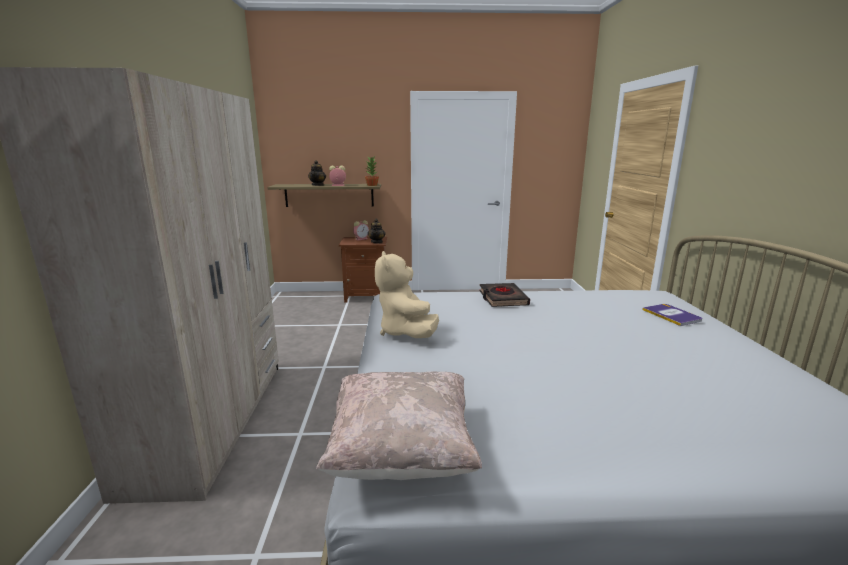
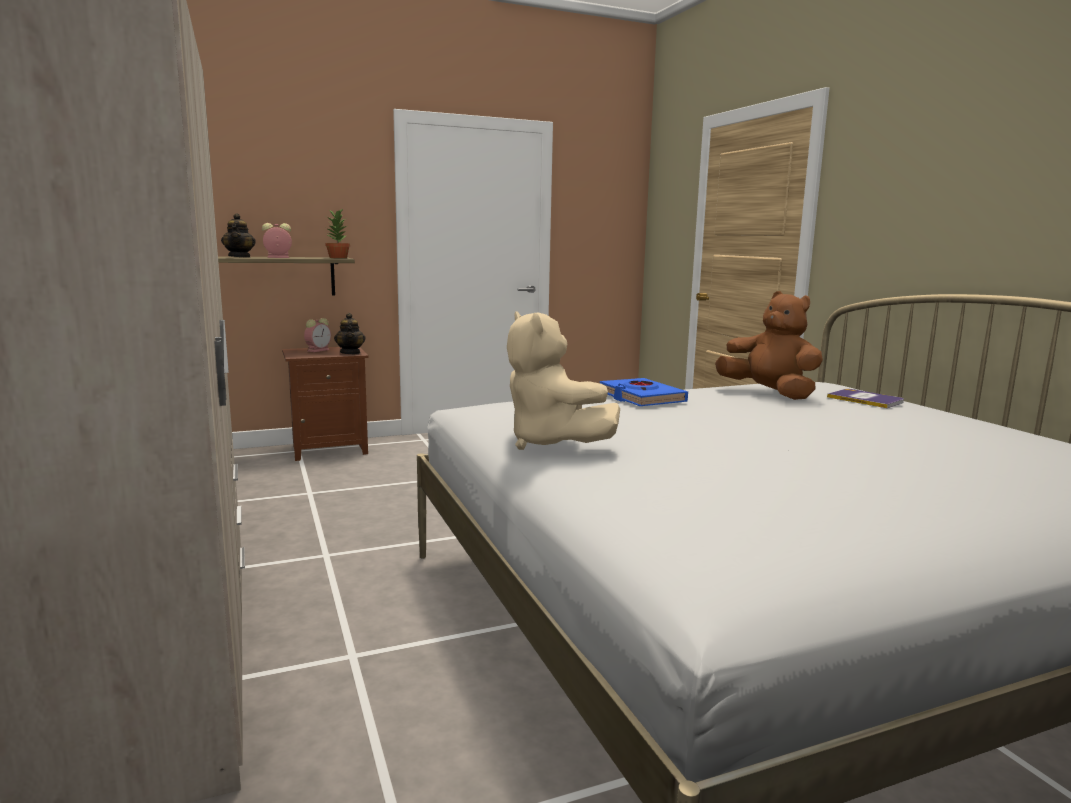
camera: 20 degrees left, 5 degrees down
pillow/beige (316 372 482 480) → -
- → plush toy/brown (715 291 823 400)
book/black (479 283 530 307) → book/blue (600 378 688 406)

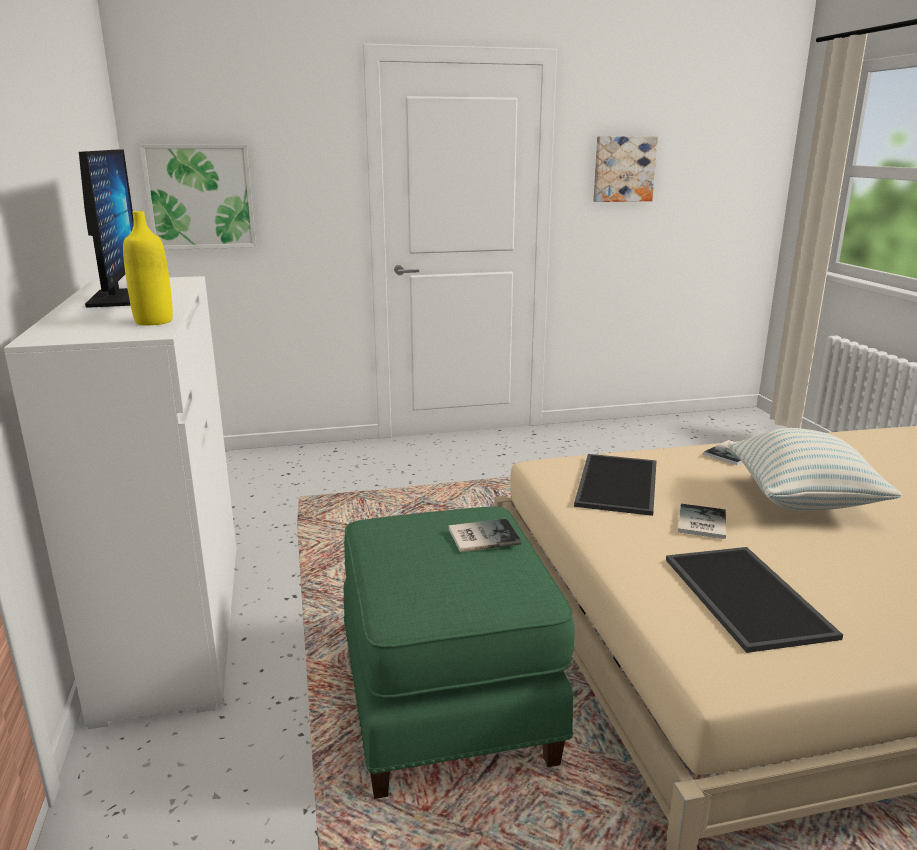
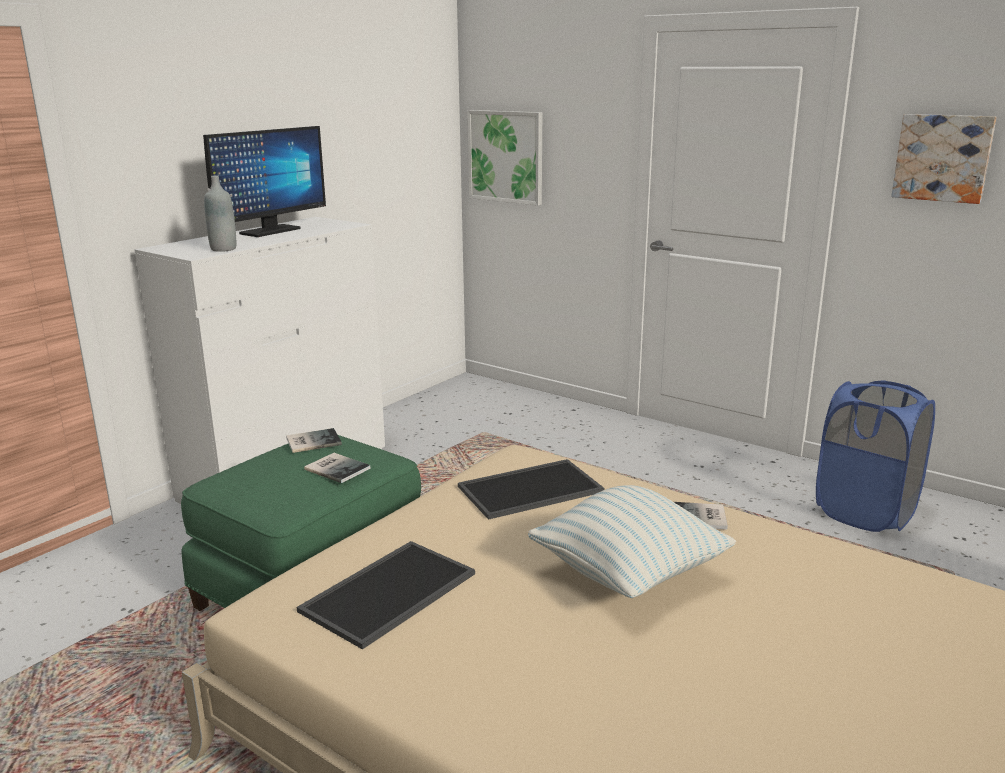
camera: 50 degrees right, 0 degrees up
- → laundry basket/blue (816 380 935 532)
book (678 504 726 539) → book (286 428 342 453), relocated
bottle/yellow (123 211 173 325) → bottle/grey (204 175 236 252)

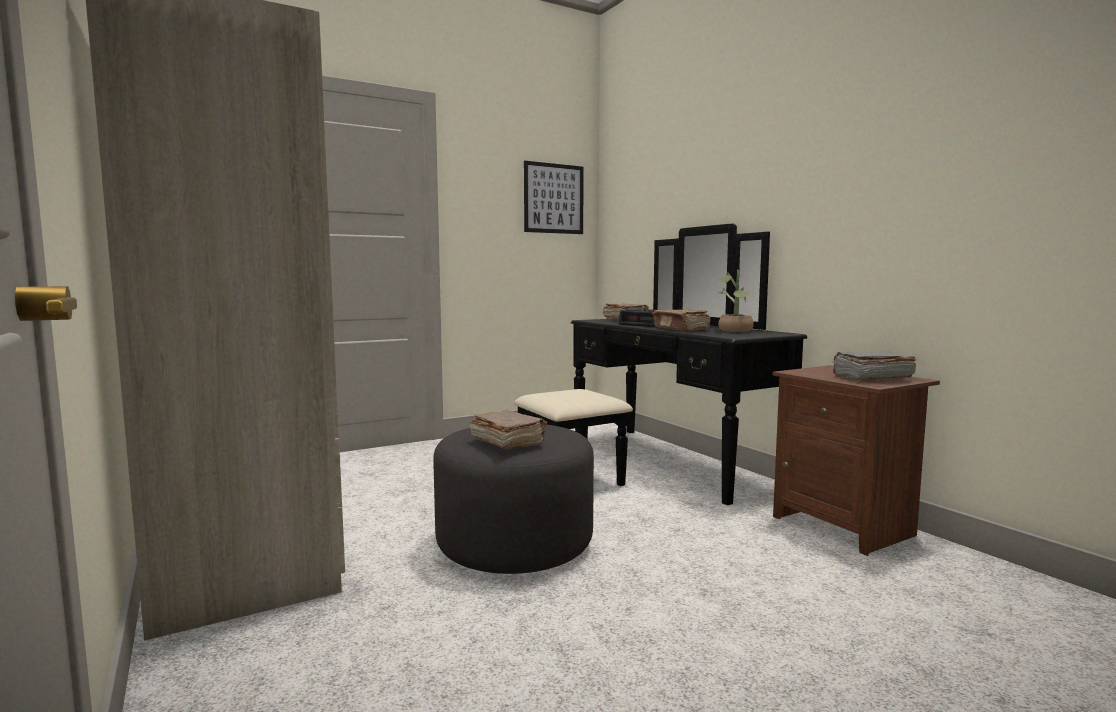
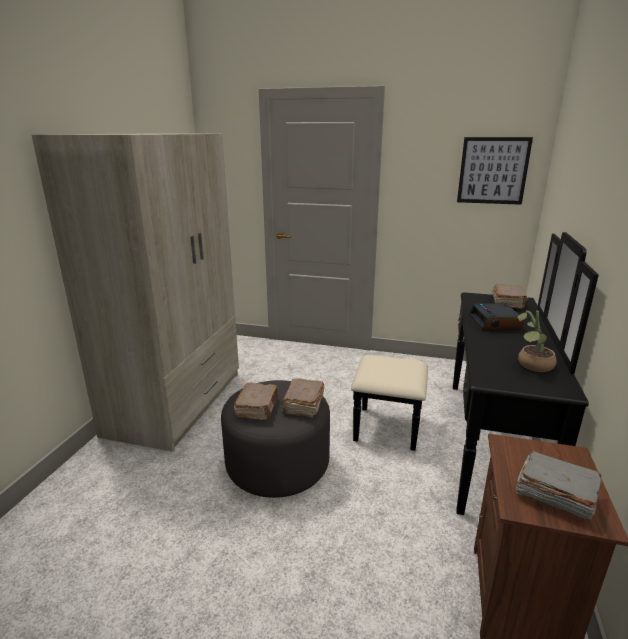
camera: 45 degrees right, 15 degrees up
book/brown (652 310 710 332) → book/brown (283 378 325 418), relocated

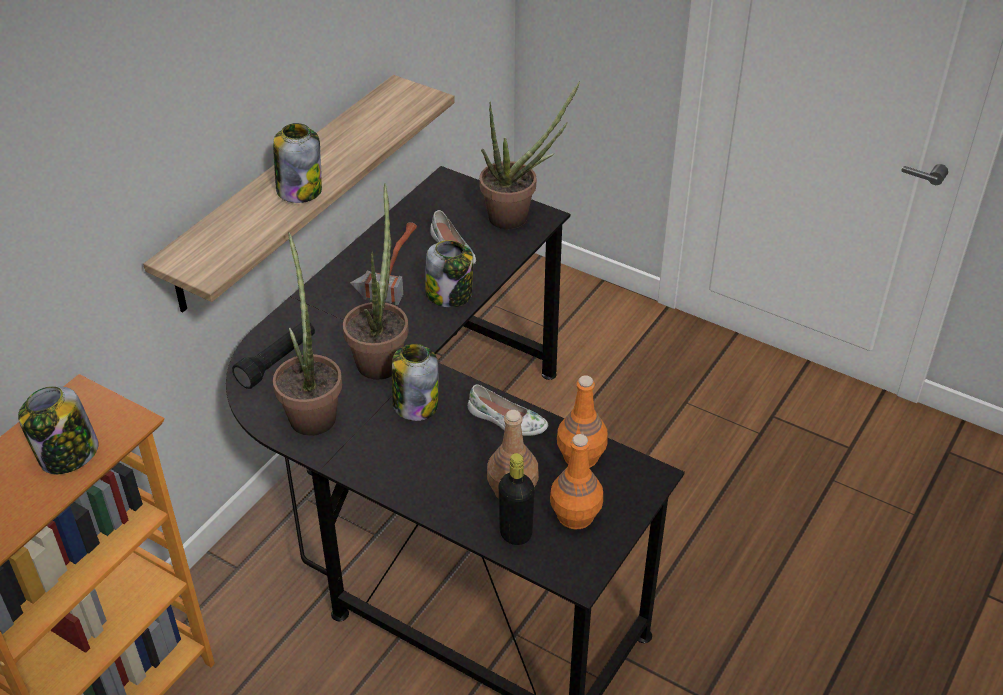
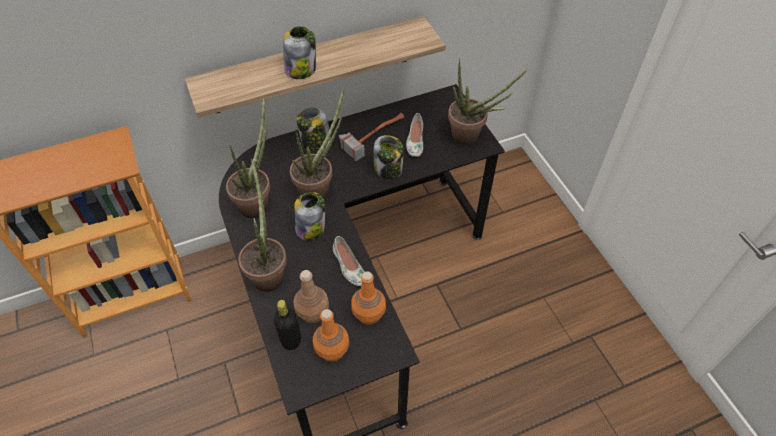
camera: 35 degrees right, 10 degrees up
flashlight/black (232 322 315 389) → -
- → potted plant (238 159 287 292)
jar (18 386 99 474) → jar (297 108 331 151), relocated

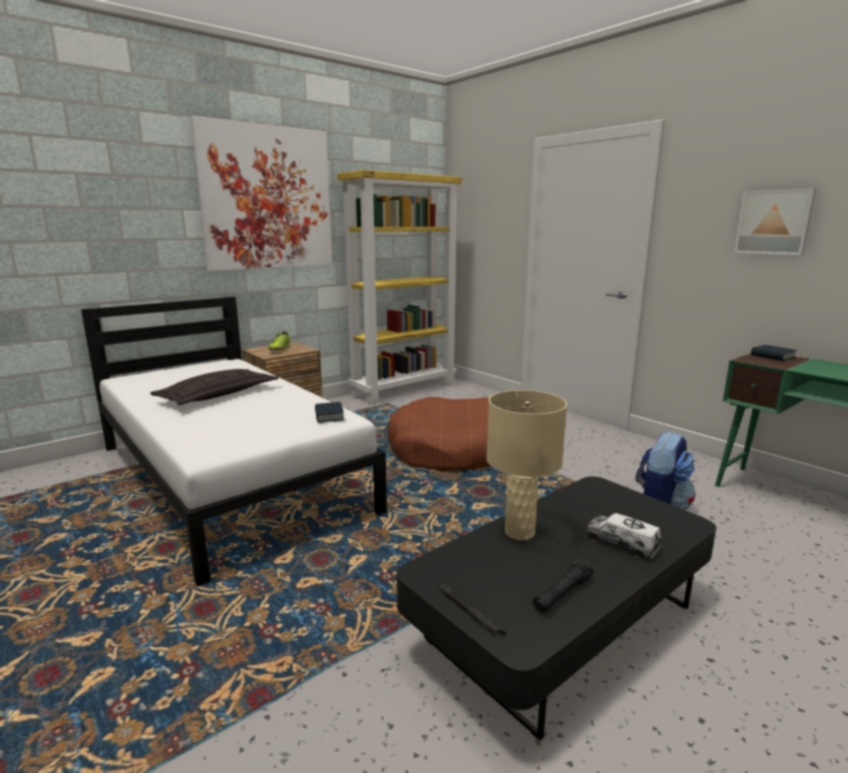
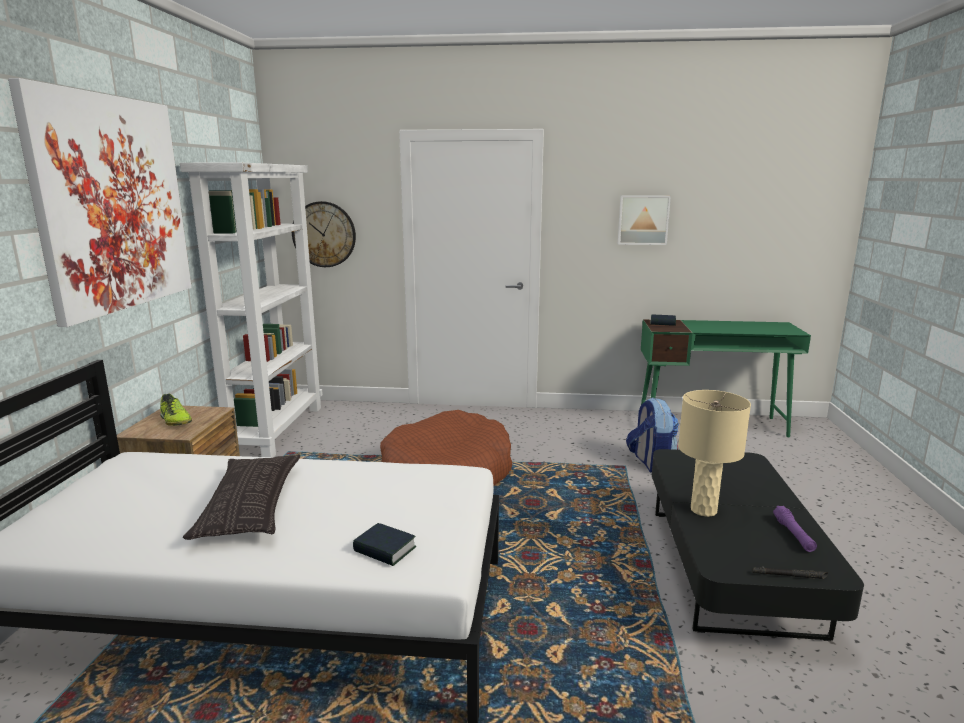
camera: 45 degrees left, 0 degrees up
toy truck (587 513 661 559) → -
- → wall clock (292 201 356 267)
book (315 402 344 423) → book (353 523 416 566), relocated
bookcase/yellow (337 170 462 404) → bookcase/white (180 163 323 457)
flashlight/black (533 558 594 613) → flashlight/purple (773 506 817 552)

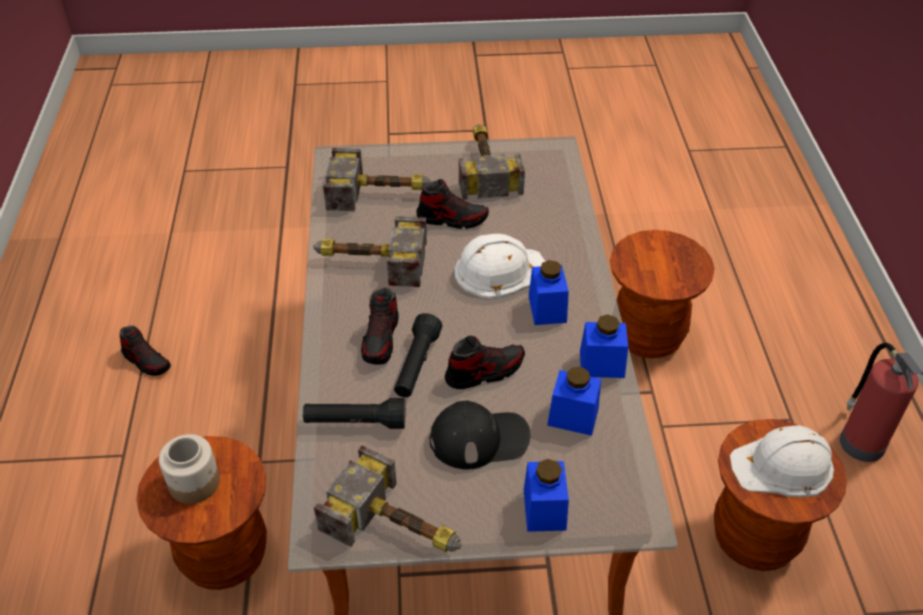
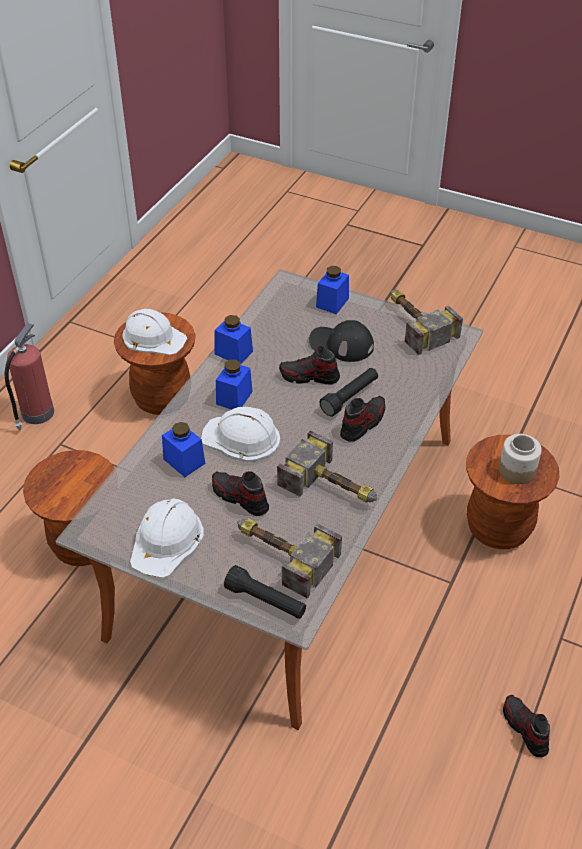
camera: 150 degrees left, 0 degrees up
flashlight/black (303 398 405 429) → flashlight/black (224 565 306 619), relocated
jar/blue (547 367 601 436) → jar/blue (162 422 205 477), relocated
hammer (459 124 525 200) → hard hat/white (130 498 204 578)

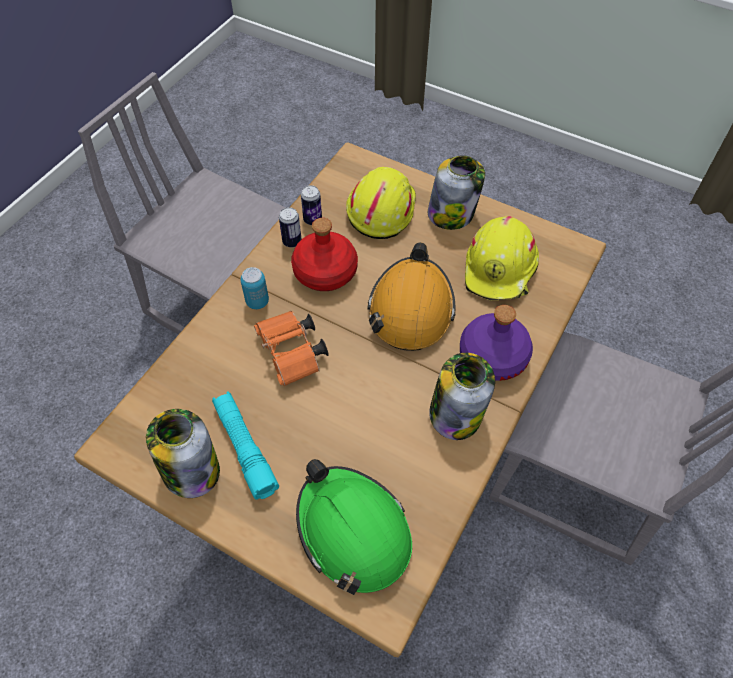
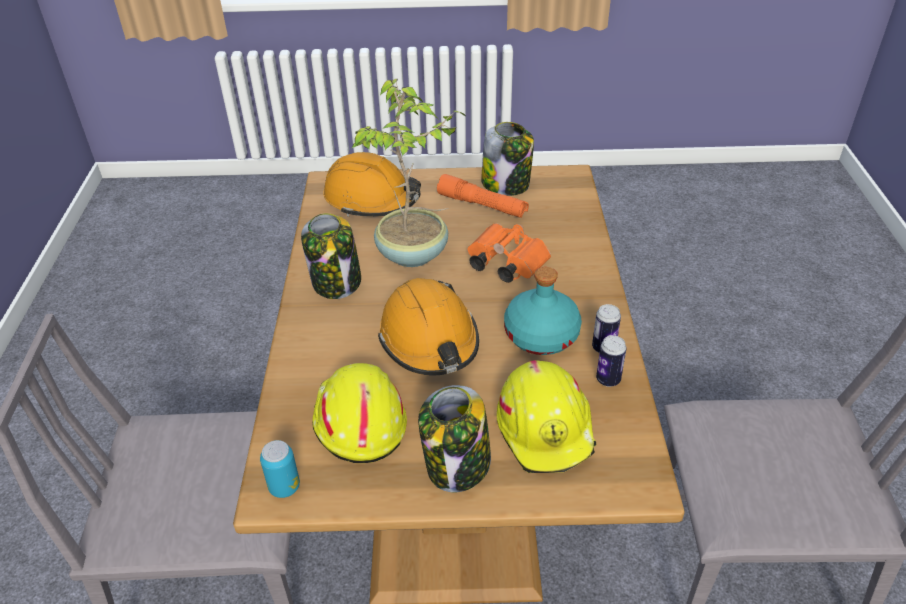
camera: 150 degrees right, 15 degrees down
bottle/purple (460 305 533 381) → -
- → potted plant (351 79 466 267)
can (240 267 269 309) → can (260 440 300 498), relocated
flashlight/turquoise (212 391 279 500) → flashlight/orange (437 174 529 218)
bottle/red (291 218 358 291) → bottle/turquoise (504 267 582 355)
hard hat/green (296 459 412 595) → hard hat/orange (323 152 421 217)

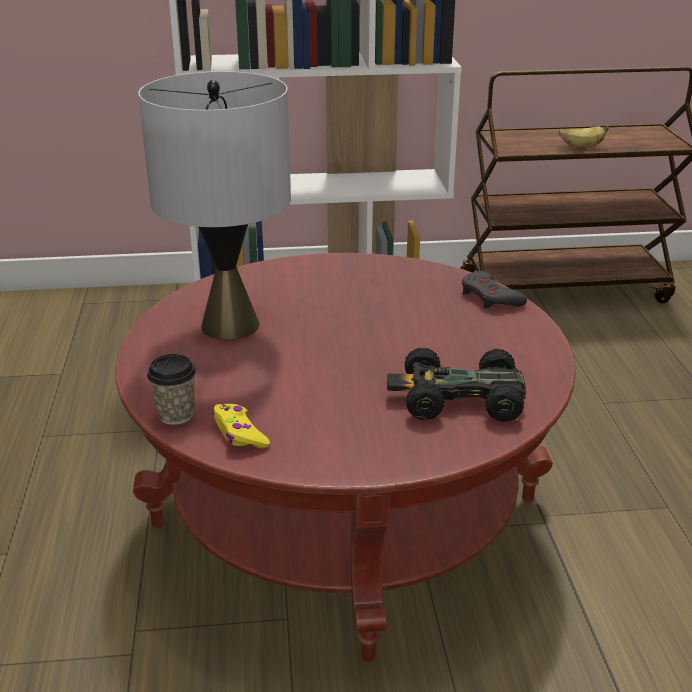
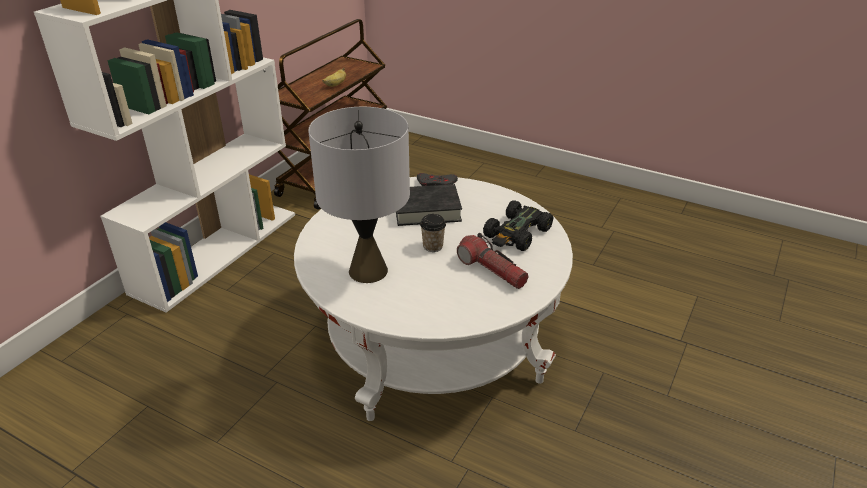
camera: 55 degrees left, 5 degrees up
game controller/yellow (212 404 270 449) → -
- → book/black (396 184 462 226)
- → flashlight (457 233 529 289)
cup (147 354 196 425) → cup (420 214 446 252), relocated
coffee table/red (115 253 576 662) → coffee table/white (294 177 573 421)

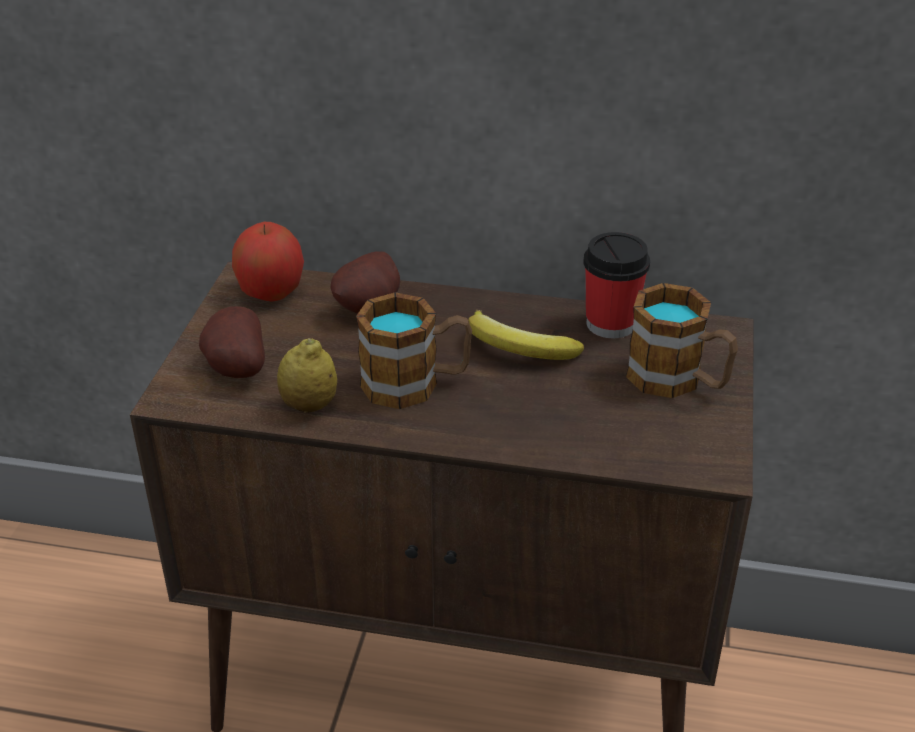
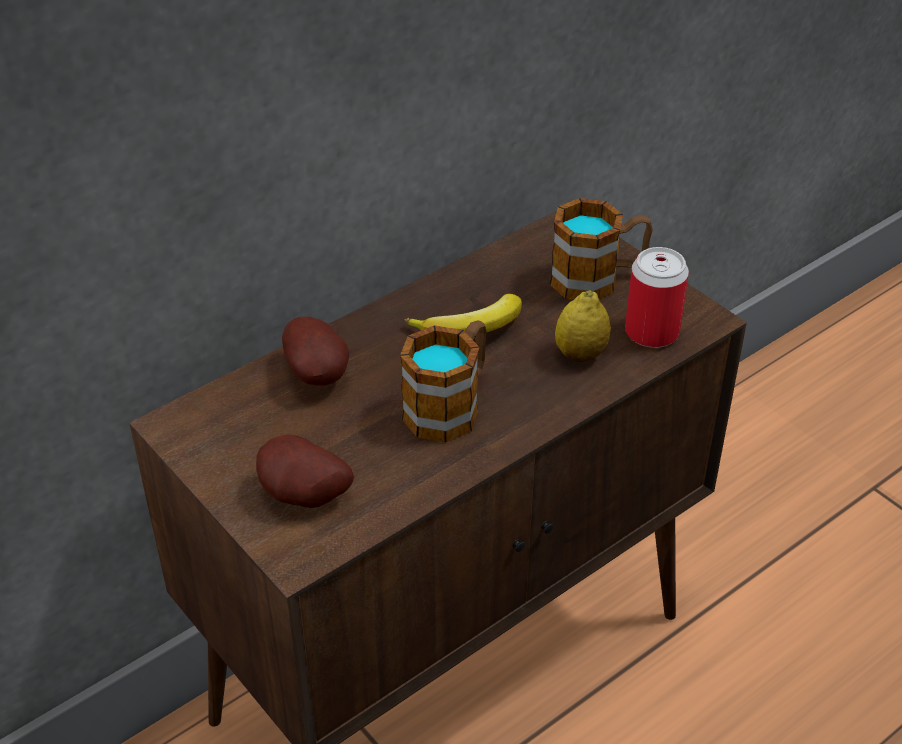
camera: 50 degrees left, 5 degrees up
apple (232 222 304 302) → -
cup (583 232 650 338) → -
- → can (625 247 689 348)
lemon (277 338 337 413) → lemon (555 291 611 363), relocated

